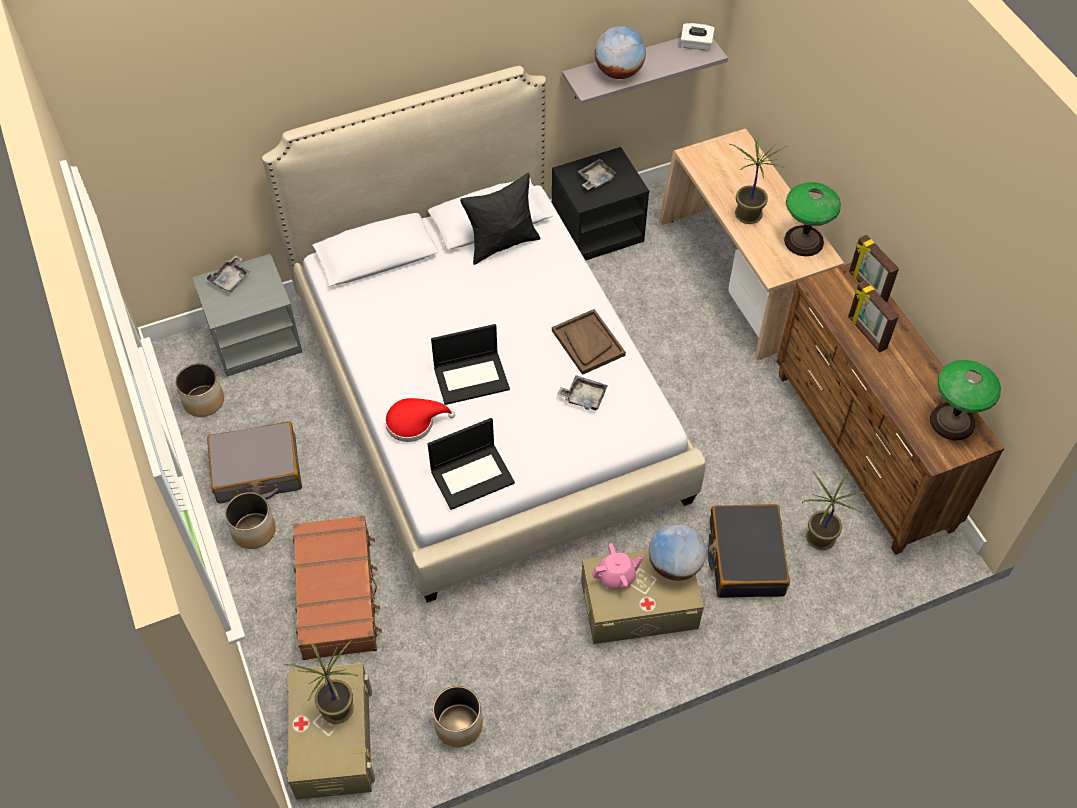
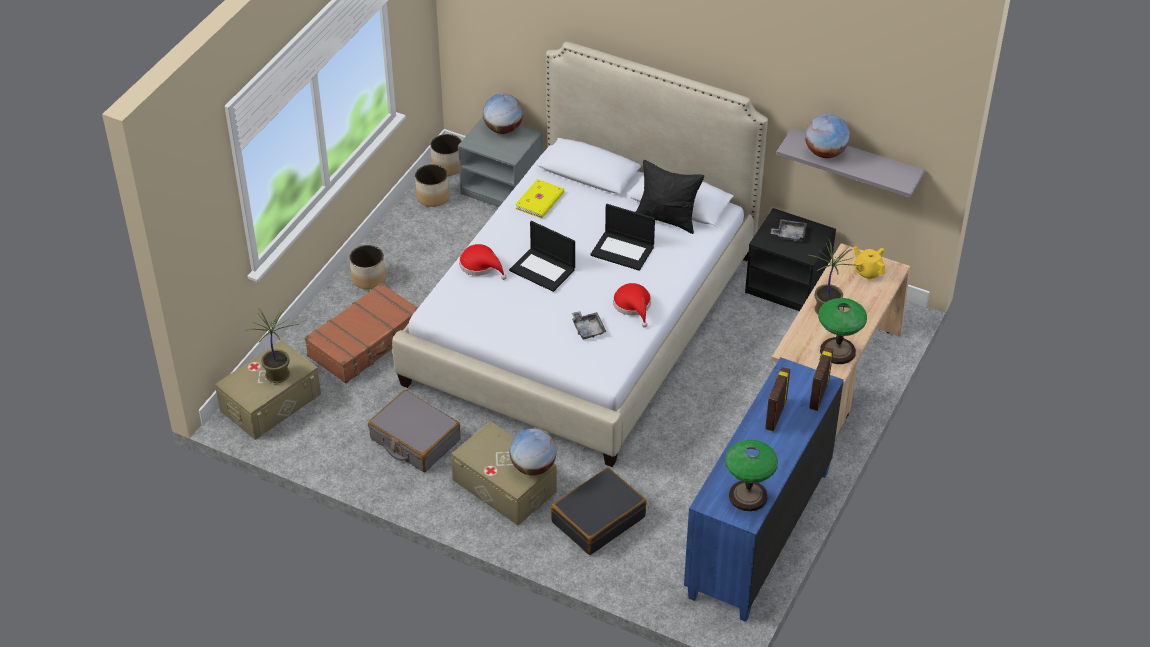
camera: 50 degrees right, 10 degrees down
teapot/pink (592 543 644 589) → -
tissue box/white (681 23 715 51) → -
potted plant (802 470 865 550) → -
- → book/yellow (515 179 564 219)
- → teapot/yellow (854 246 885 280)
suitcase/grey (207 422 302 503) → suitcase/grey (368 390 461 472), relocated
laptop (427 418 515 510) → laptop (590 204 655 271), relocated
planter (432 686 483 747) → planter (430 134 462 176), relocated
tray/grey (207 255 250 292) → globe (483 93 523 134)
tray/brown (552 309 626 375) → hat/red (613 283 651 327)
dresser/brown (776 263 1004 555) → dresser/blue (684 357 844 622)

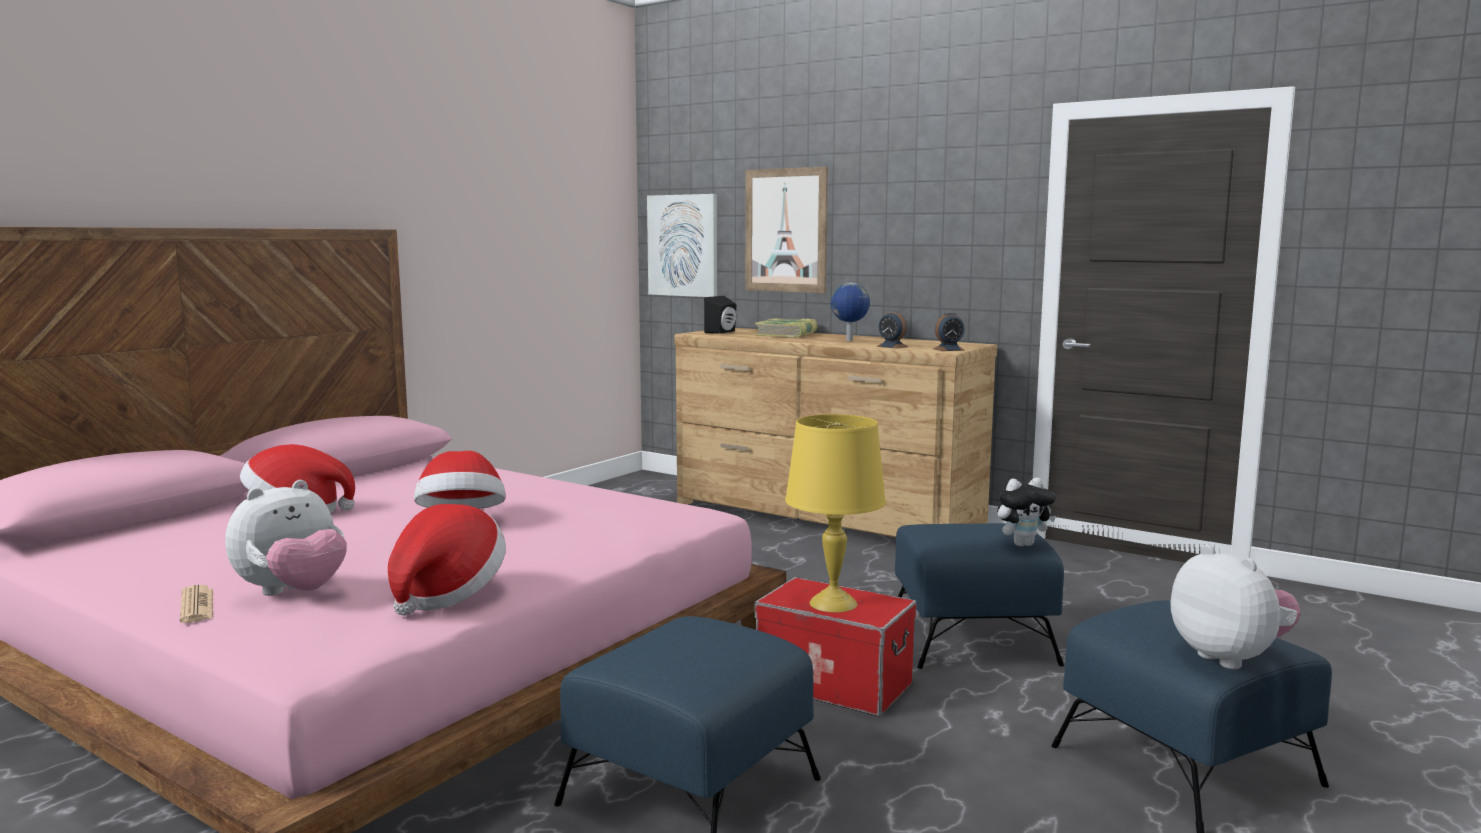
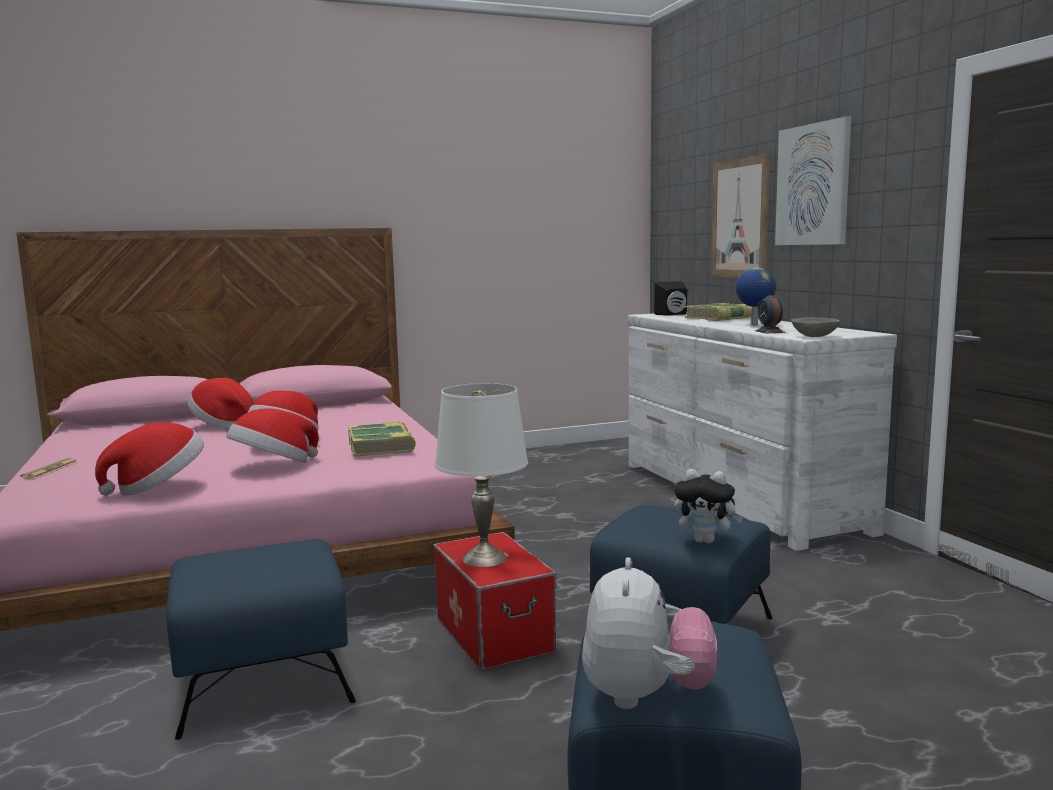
camera: 35 degrees right, 0 degrees up
plush toy (226 480 347 596) → -
- → hat (226 408 319 463)
- → book (348 421 416 457)
picture (647 194 717 297) → picture (775 116 851 245), relocated
alarm clock (933 313 965 351) → bowl/grey (791 317 840 337)
dresser/brown (674 328 997 537) → dresser/white (628 313 897 551)
table lamp/yellow (785 414 886 612) → table lamp/white (435 383 528 567)

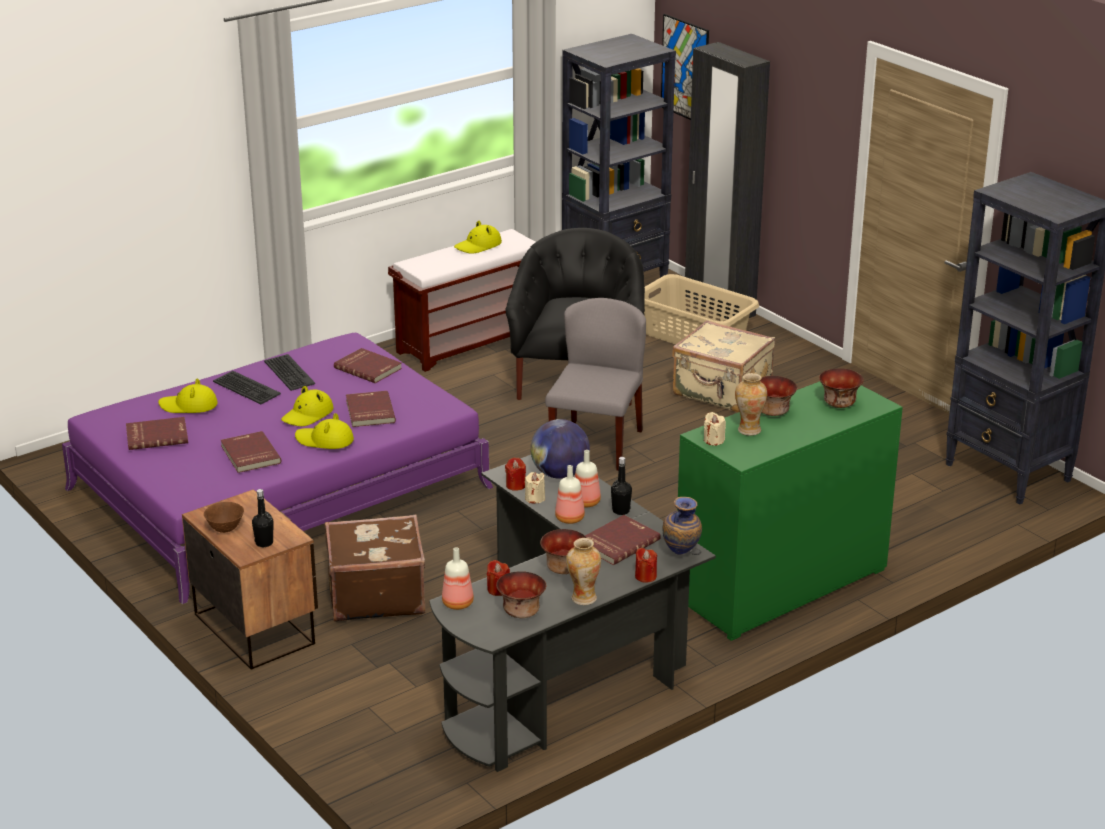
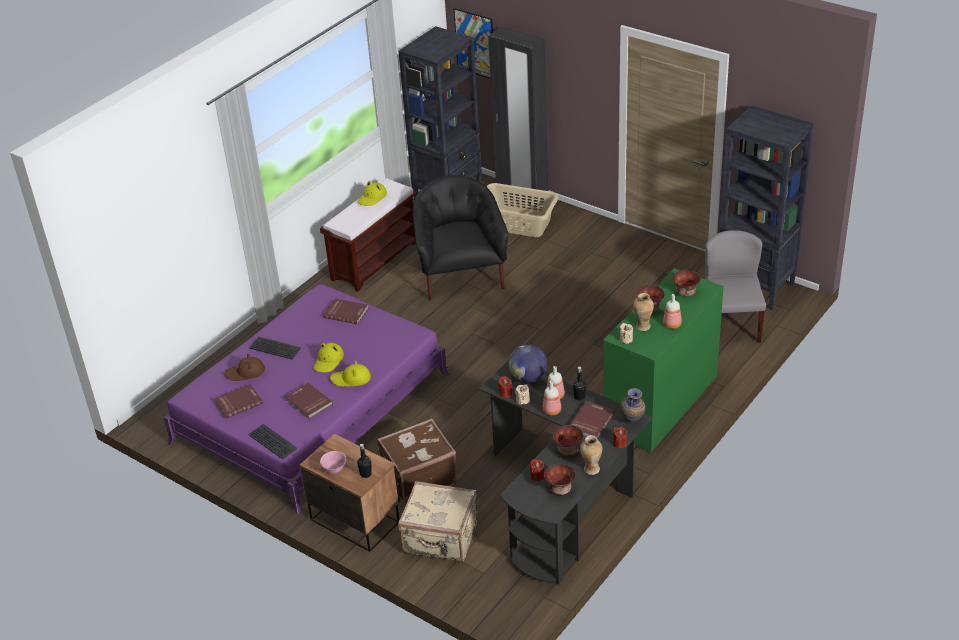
camera: 15 degrees left, 10 degrees up
book/red (346 391 396 427) → -
keyboard (264 354 315 391) → keyboard (248 424 298 459), relocated
bottle (442 547 474 610) → bottle (663 294 682 329), relocated
chair/grey (545 298 646 471) → chair/grey (705 230 766 343), relocated
suitcase/beige (672 320 775 412) → suitcase/beige (398 481 478 562), relocated
hat/yellow (158 378 218 413) → hat/brown (224 354 265 381)
bowl/brown (204 502 244 533) → bowl/pink (320 451 346 473)

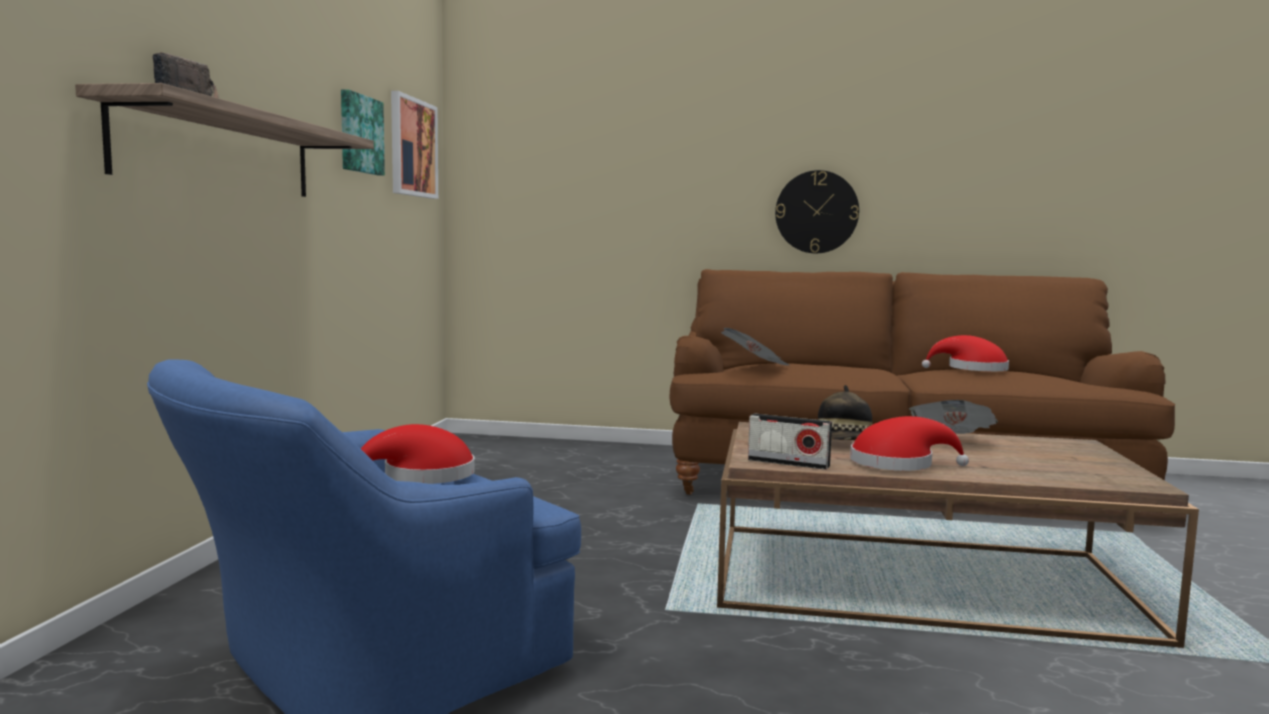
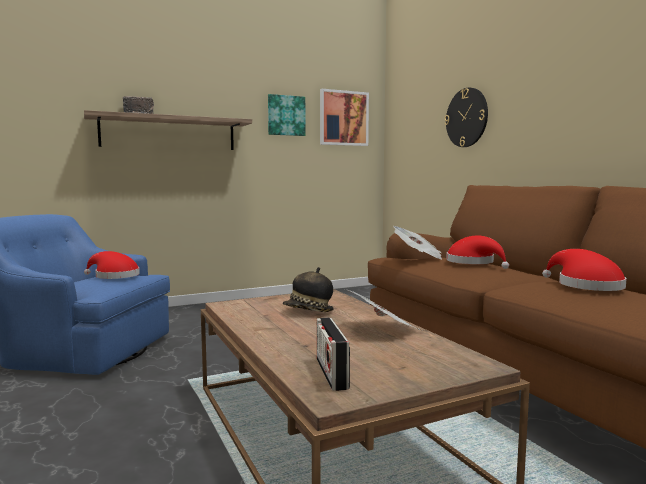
camera: 55 degrees right, 0 degrees up
radio (748 413 832 470) → radio (317 317 350 391), relocated
wall clock (775 170 859 253) → wall clock (445 88 488 147), relocated
hat/red (850 416 969 471) → hat/red (446 235 509 269), relocated

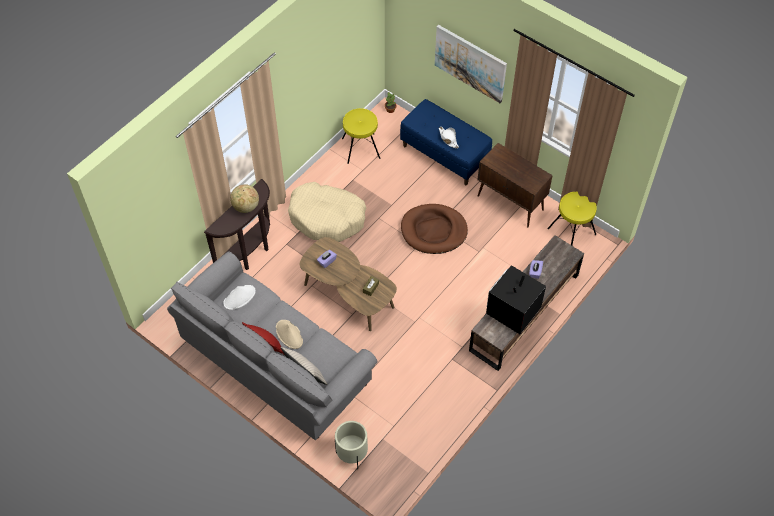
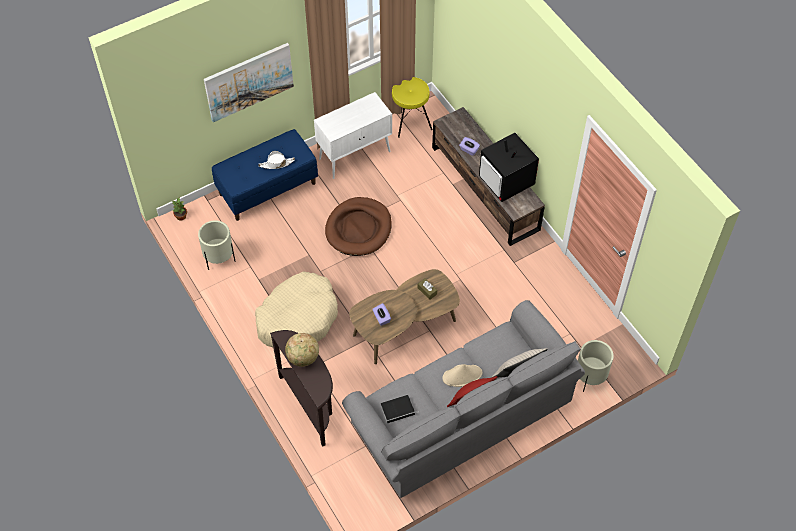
camera: 70 degrees left, 0 degrees up
hat/white (224 285 256 310) → book (381 395 419 423)
stool/yellow (342 108 380 164) → planter/beige (198 220 235 270)
cabinet/brown (478 143 553 227) → cabinet/white (314 92 392 179)

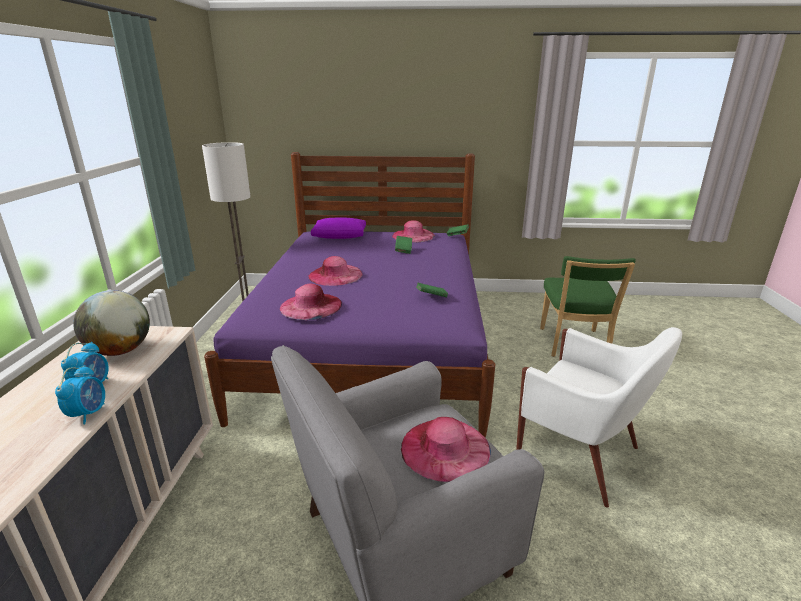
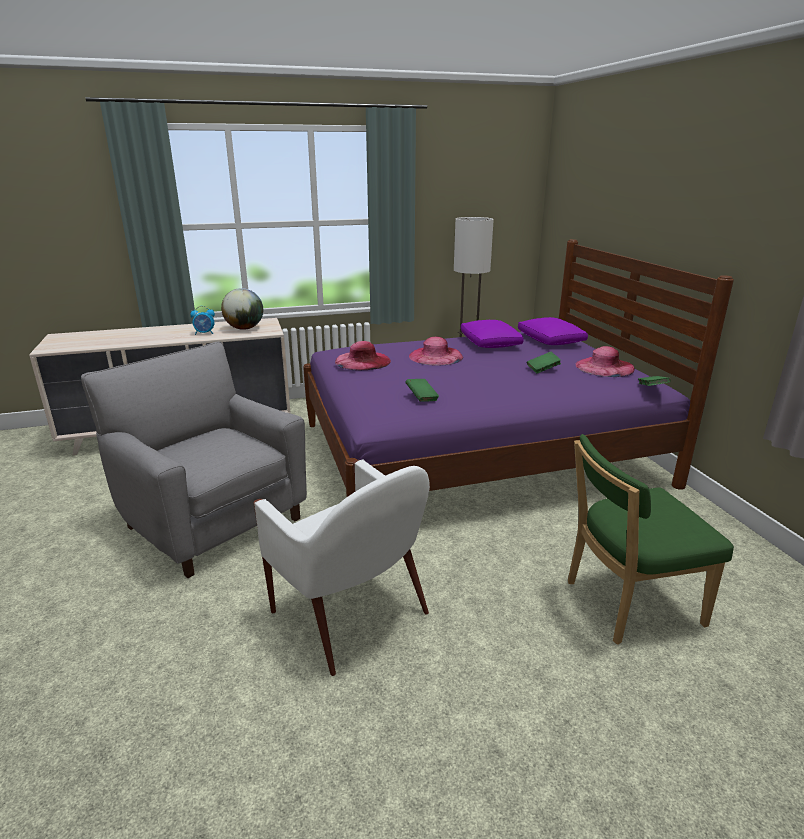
camera: 70 degrees right, 0 degrees up
alarm clock (55 365 105 424) → -
hat/pink (401 417 491 482) → -
- → pillow/purple (461 320 524 348)
armchair/white (516 327 682 508) → armchair/white (253 460 430 676), 60 degrees counterclockwise

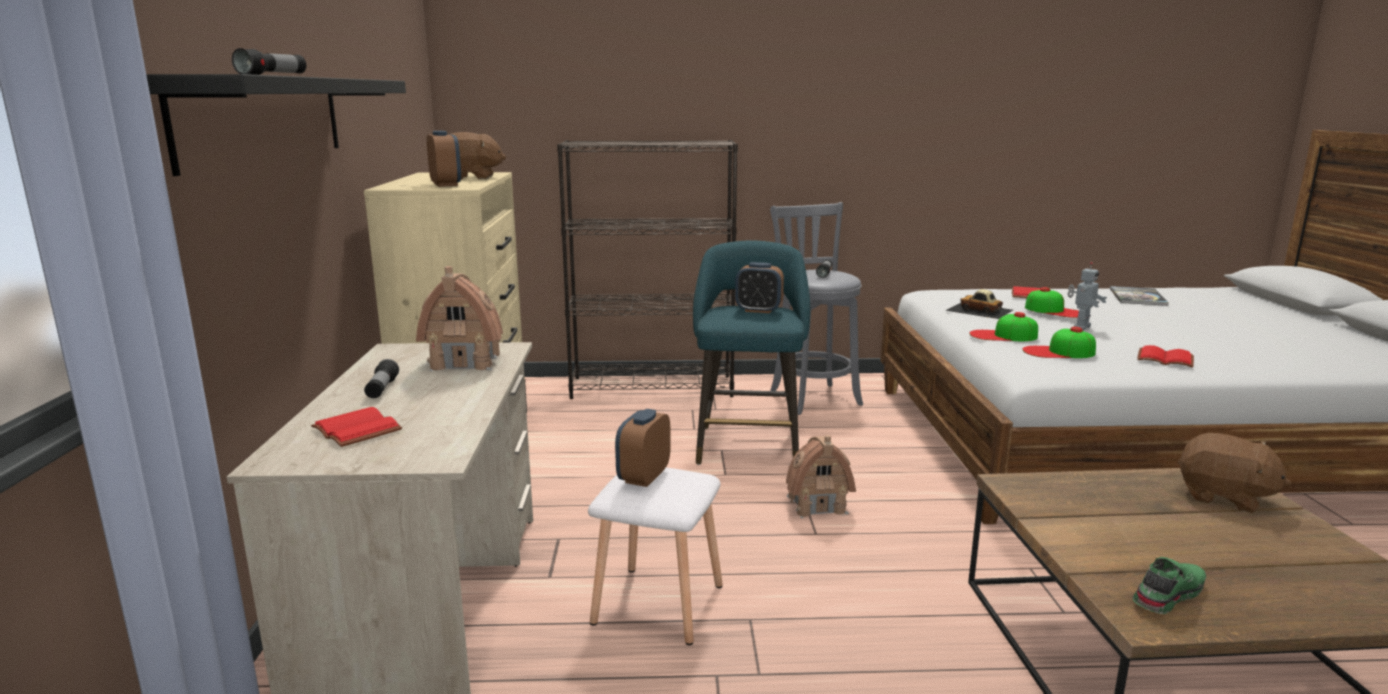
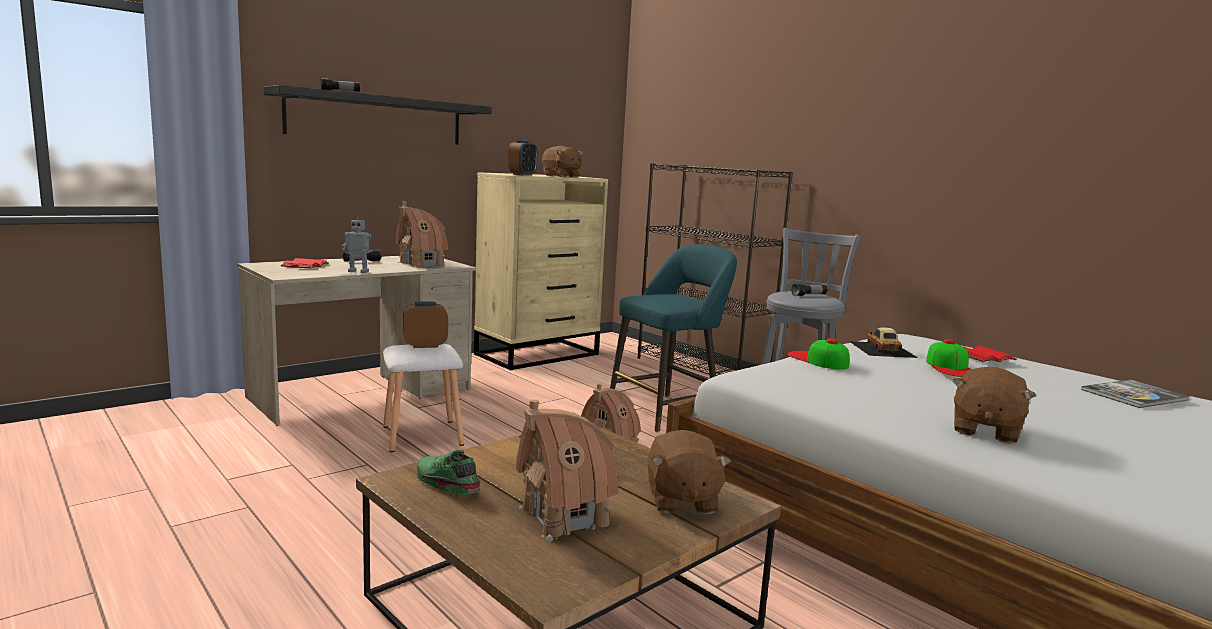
camera: 50 degrees right, 5 degrees down
alarm clock (735 262 784 313) → -
cap (1022 326 1096 358) → -
book/red (1137 345 1194 367) → -
- → toy house (516 399 619 541)
- → plush toy/brown (953 367 1036 443)
toy robot (1068 262 1107 331) → toy robot (342 213 371 273), relocated
shoe/green (1133 557 1206 614) → shoe/green (417 450 481 495), 150 degrees counterclockwise

